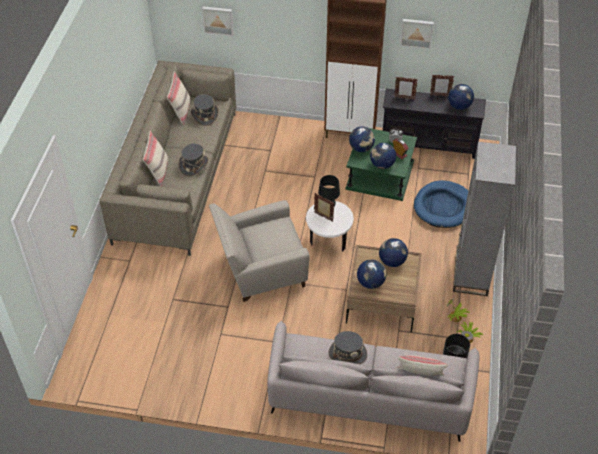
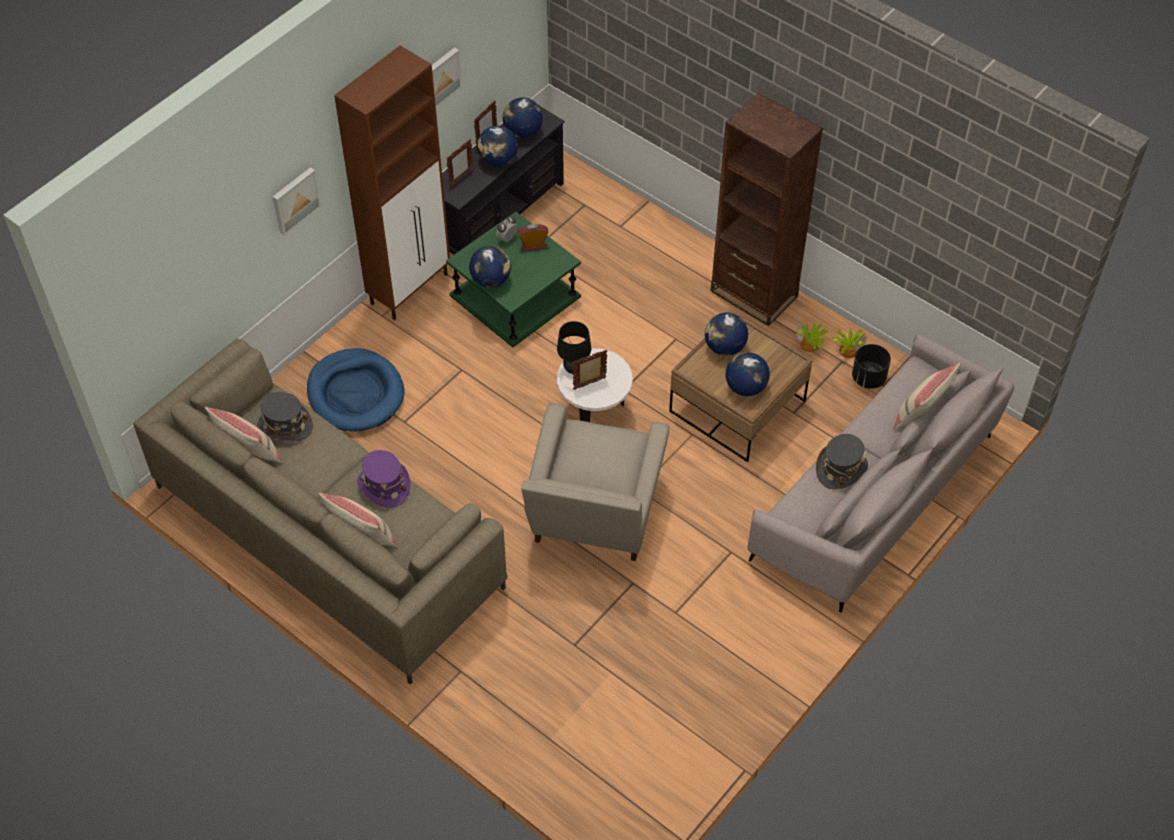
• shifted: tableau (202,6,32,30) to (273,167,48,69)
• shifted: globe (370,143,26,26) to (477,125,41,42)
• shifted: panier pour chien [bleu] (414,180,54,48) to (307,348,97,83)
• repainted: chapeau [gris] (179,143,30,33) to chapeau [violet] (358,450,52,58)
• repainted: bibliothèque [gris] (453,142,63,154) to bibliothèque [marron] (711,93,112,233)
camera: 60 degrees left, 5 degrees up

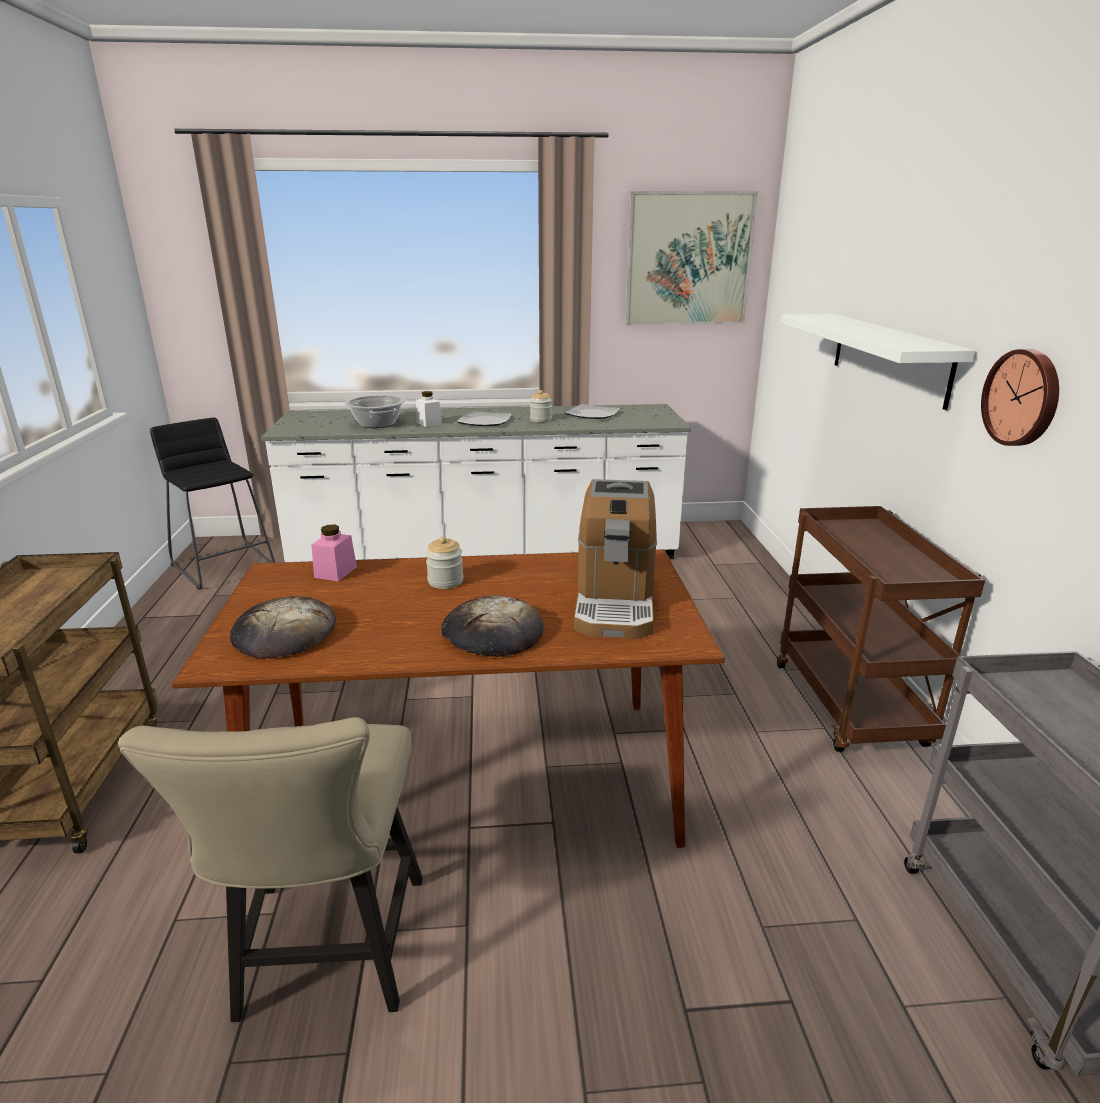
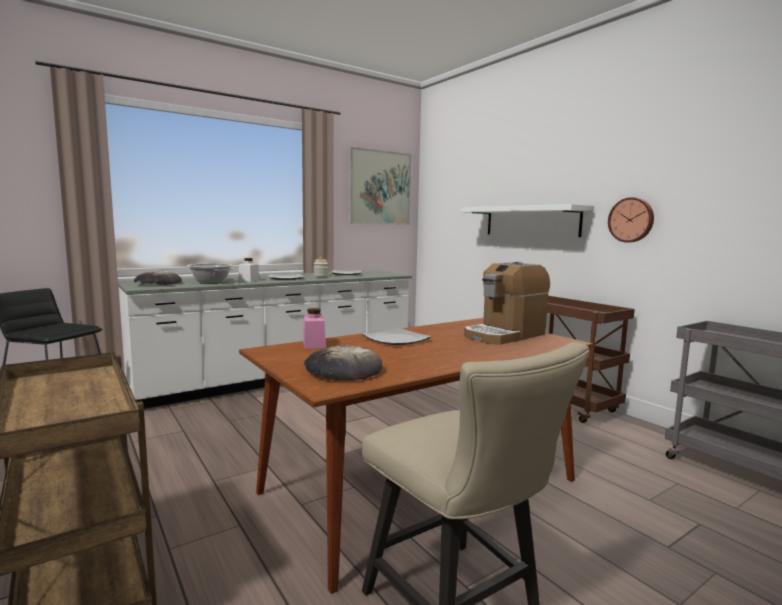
• shifted: pain (441,595,103,62) to (134,270,48,15)
• swapped: bocal (426,537,37,52) to assiette (362,328,69,17)
• rotated: machine à café (574,479,83,160) = (464,262,86,83) 75 degrees clockwise
camera: 30 degrees left, 15 degrees down

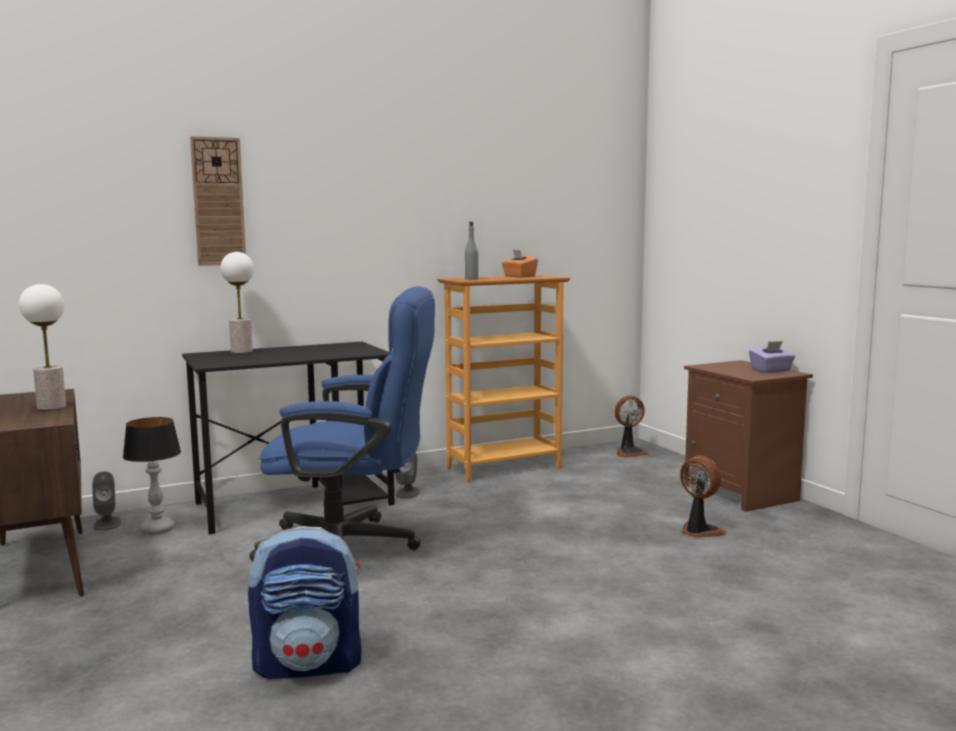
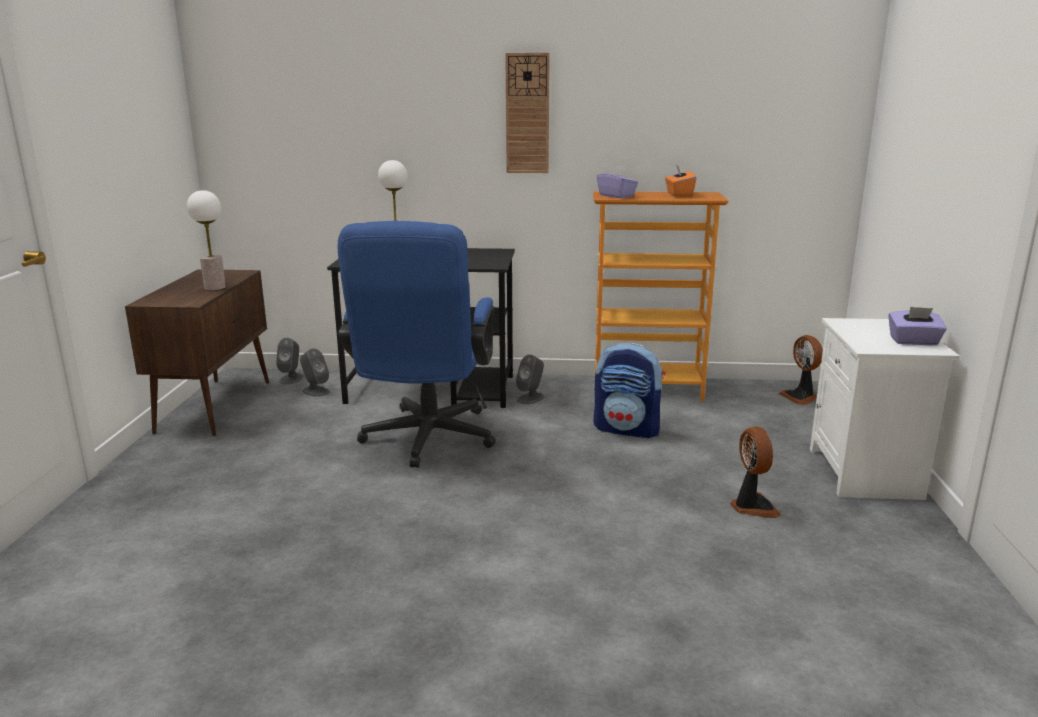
• shifted: horloge murale (190,136,56,130) to (505,53,45,120)
• shifted: sac à dos (248,526,114,153) to (594,343,72,96)
• swapped: lampe de table (123,417,58,118) to enceinte [gris] (300,348,30,49)
• swapped: bouteille [gris] (465,222,13,58) to boîte à mouchoirs [violet] (597,165,41,33)
• repainted: table de chevet [marron] (684,360,129,152) to table de chevet [blanc] (810,318,150,182)
• rotated: chaise de bureau [bleu] (249,286,186,276) = (338,221,158,247) 60 degrees clockwise
• rotated: ventilateur (615,395,34,62) = (779,335,44,70) 60 degrees clockwise
camera: 30 degrees right, 10 degrees up

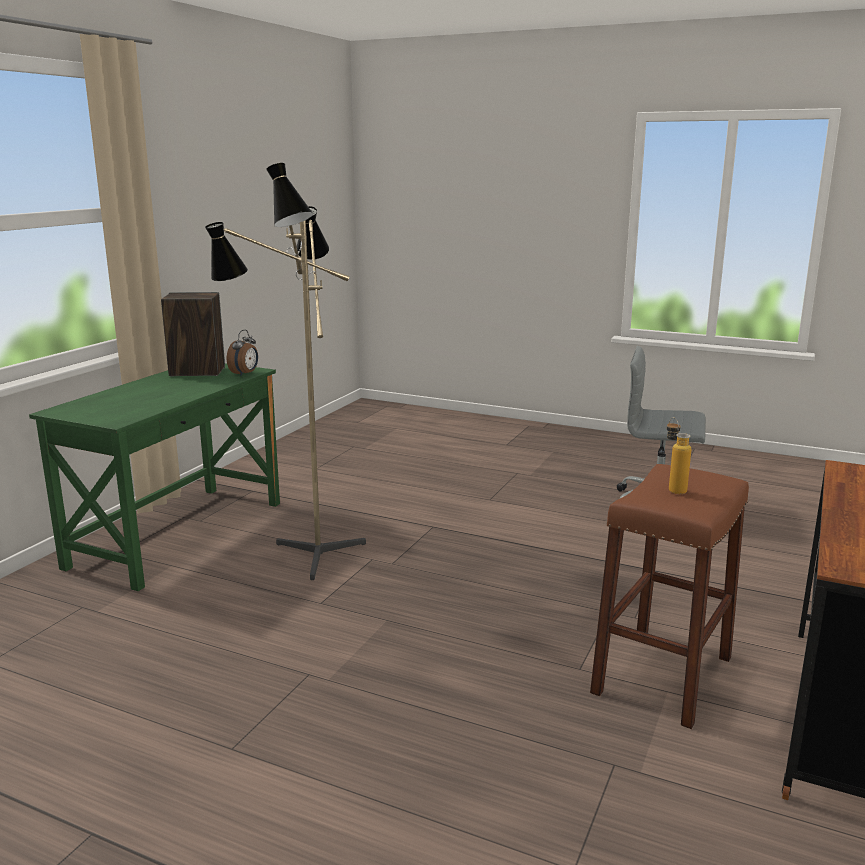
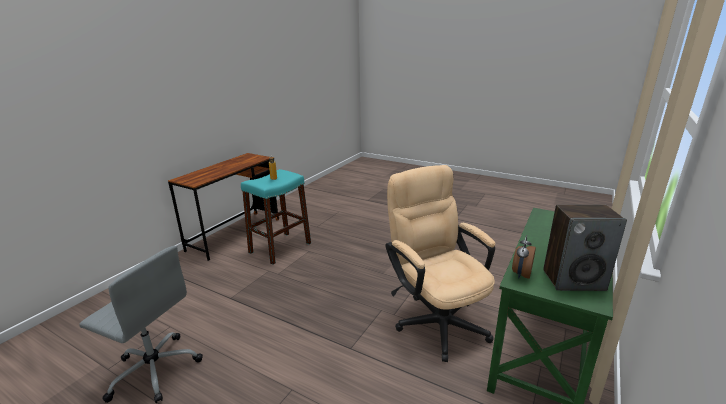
• swapped: lampadaire (205,163,161,417) to chaise de bureau [beige] (385,165,110,197)
• repainted: tabouret [marron] (590,464,159,265) to tabouret [turquoise] (241,169,70,96)
camera: 175 degrees left, 5 degrees up

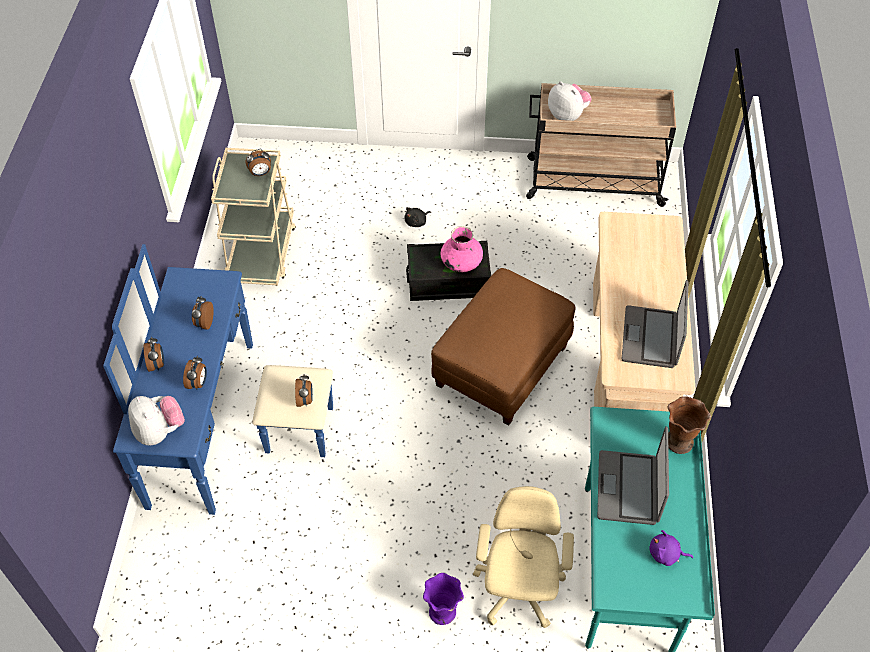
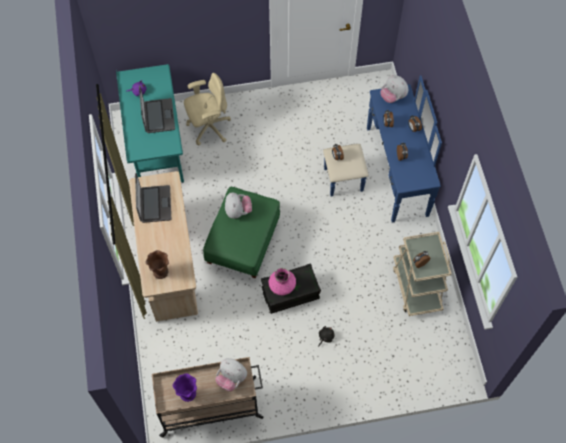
• new: peluche (225,192,27,27)
• shifted: vase [violet] (423,573,41,52) to (172,373,25,29)
• shifted: vase [marron] (668,396,43,58) to (146,250,23,29)
• repainted: pouf [marron] (431,268,144,158) to pouf [vert] (203,187,77,92)
• rotated: chaise de bureau [beige] (473,486,101,142) = (184,73,47,72) 105 degrees counterclockwise
camera: 165 degrees right, 10 degrees up

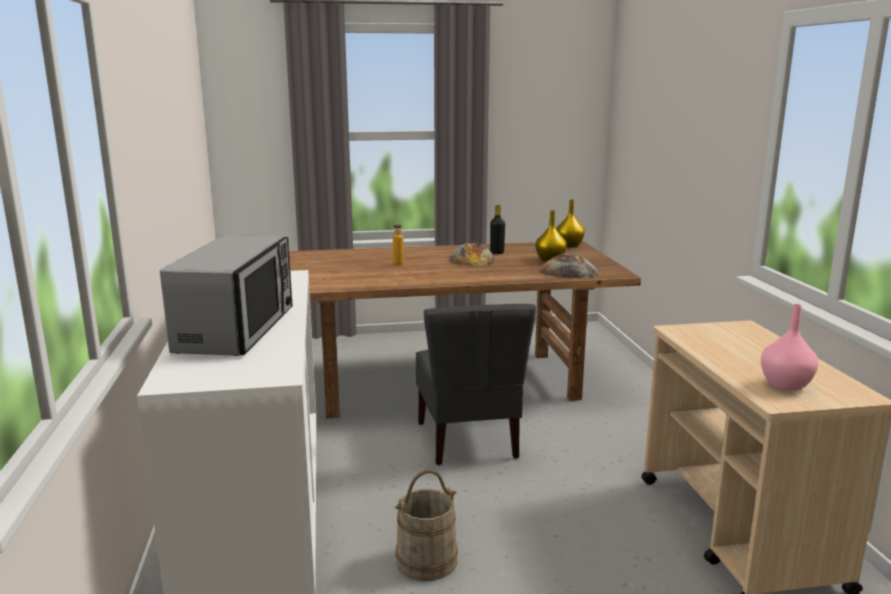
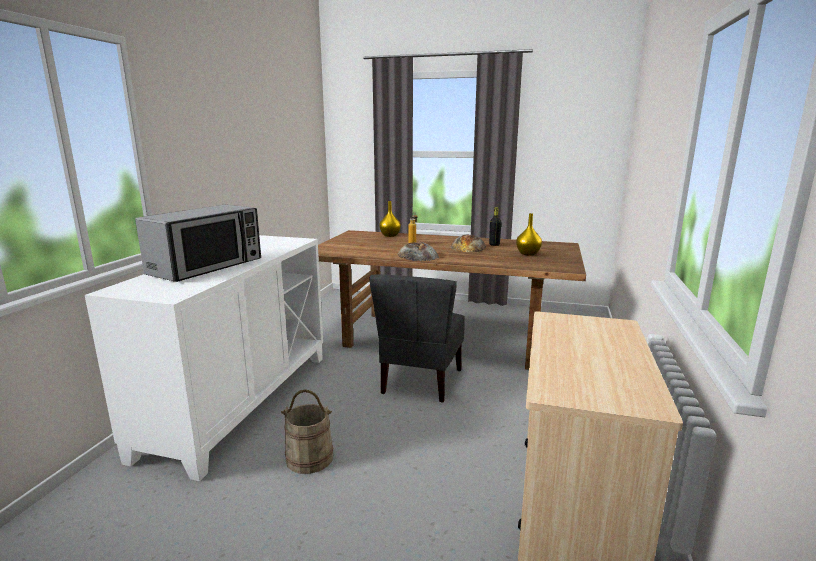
• gone: vase [rose] (761,304,57,87)
• shifted: pain (540,253,59,26) to (397,242,42,19)
• shifted: vase [jaune] (556,200,29,47) to (379,201,22,36)
camera: 25 degrees right, 0 degrees up

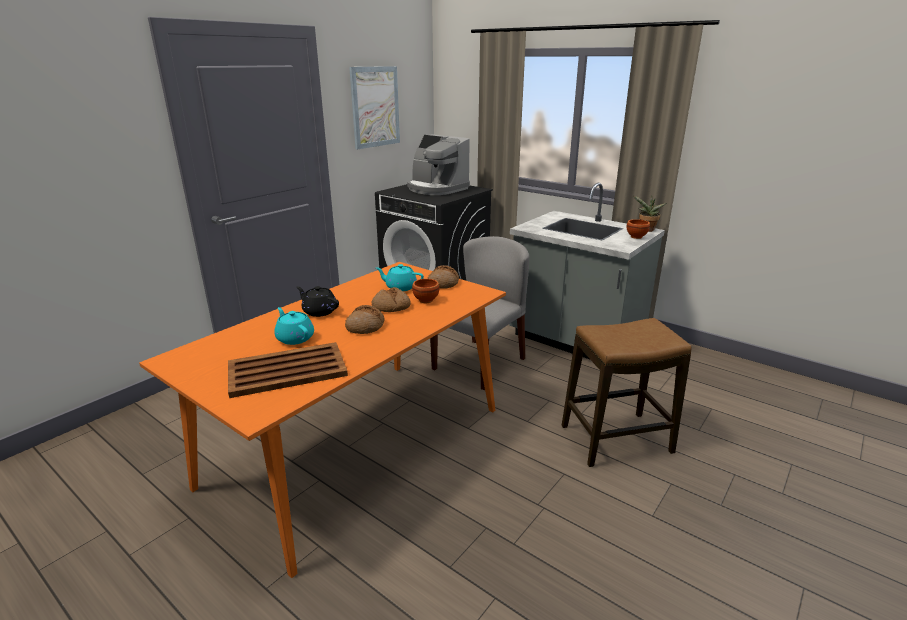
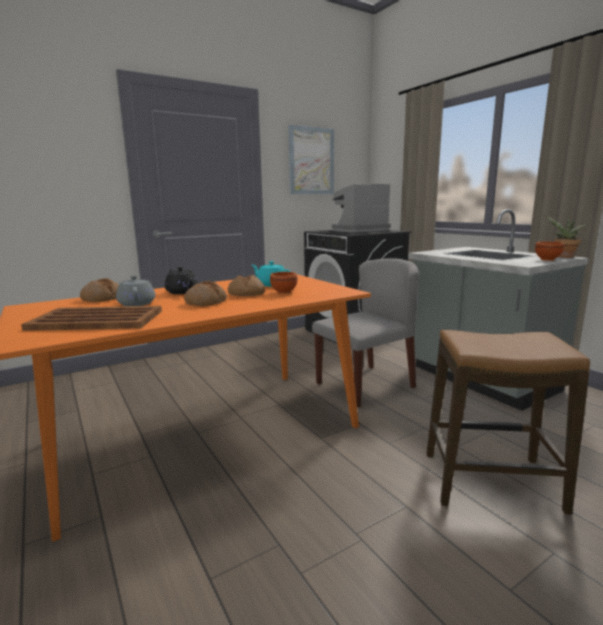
• shifted: pain (428,265,31,24) to (80,278,39,24)
• repainted: théière [turquoise] (274,307,40,38) to théière [gris] (116,276,39,30)
• rotated: machine à café (407,134,63,61) = (332,184,59,49) 90 degrees clockwise
camera: 20 degrees right, 10 degrees down

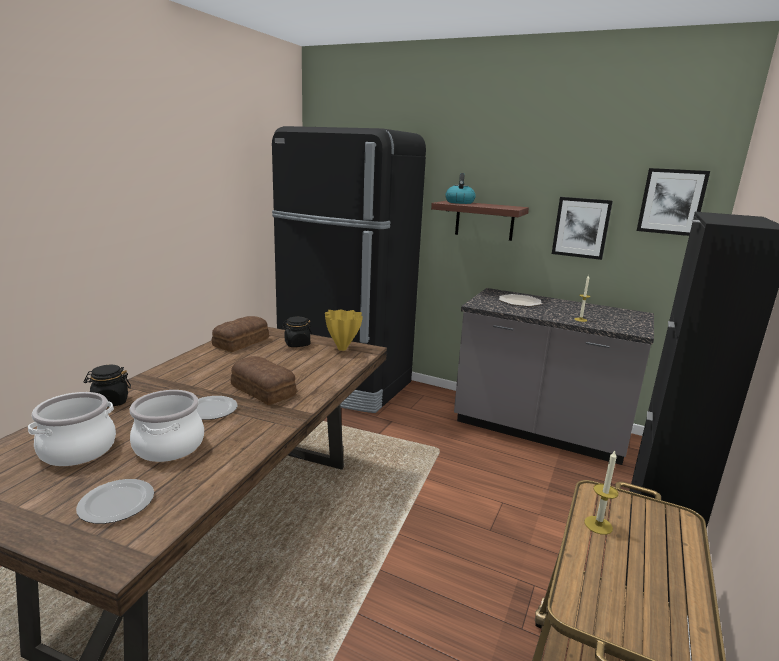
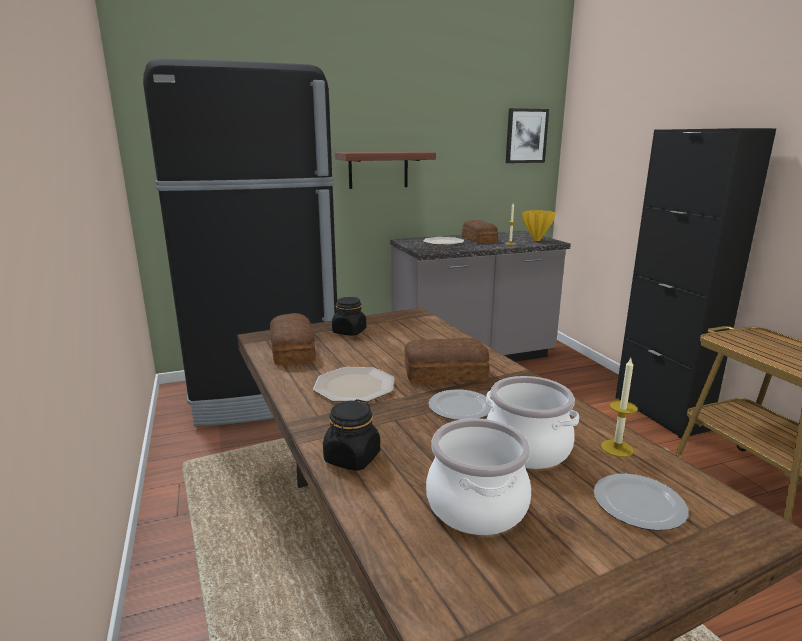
• gone: bouilloire (445,173,31,31)
• gone: tableau (552,197,61,63)
• new: assiette (313,367,82,35)
• new: pain (462,220,36,23)
• shifted: vase [jaune] (325,309,38,42) to (522,210,34,31)
• shifted: bougie (584,450,34,85) to (601,358,37,99)
camera: 45 degrees left, 0 degrees up

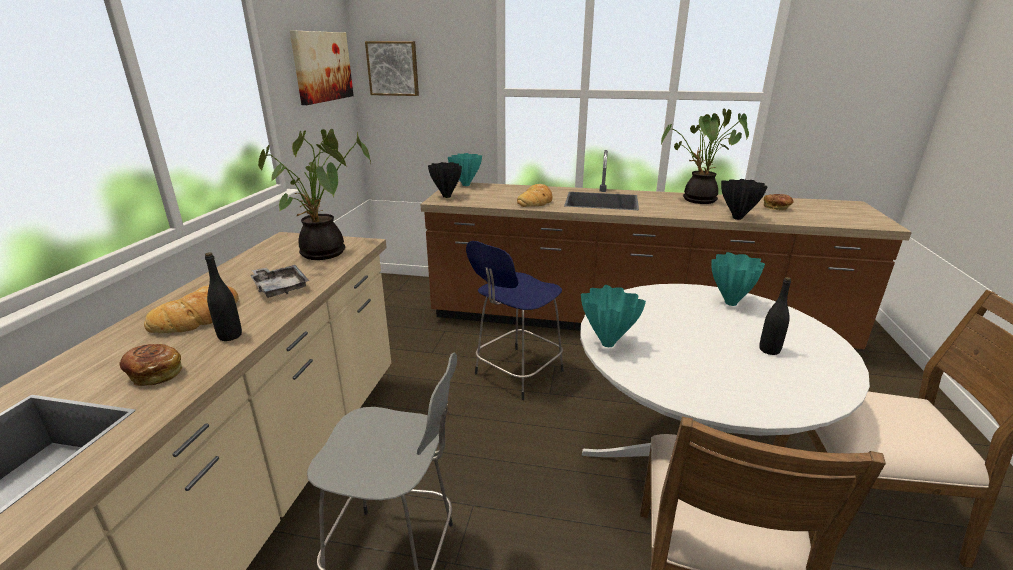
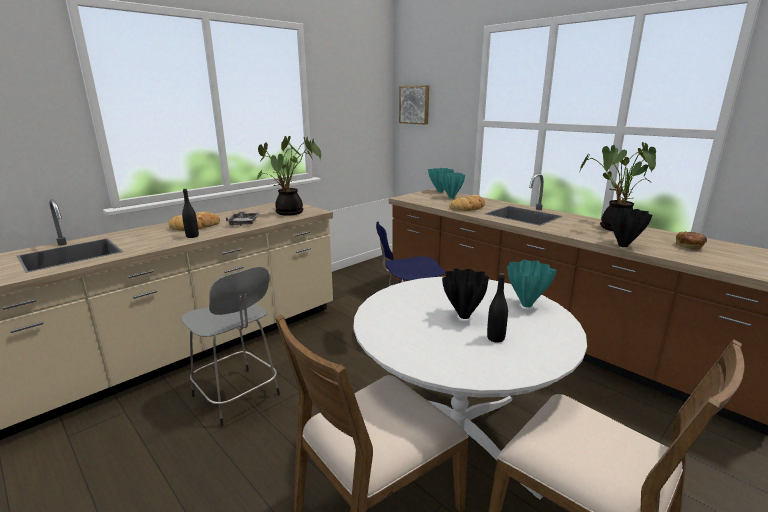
• gone: pain (119,344,63,42)
• gone: tableau (290,31,64,74)
• shifted: vase [noir] (428,162,34,36) to (442,268,47,51)
• shifted: vase [turquoise] (581,285,65,62) to (440,172,25,27)
camera: 35 degrees right, 5 degrees down

